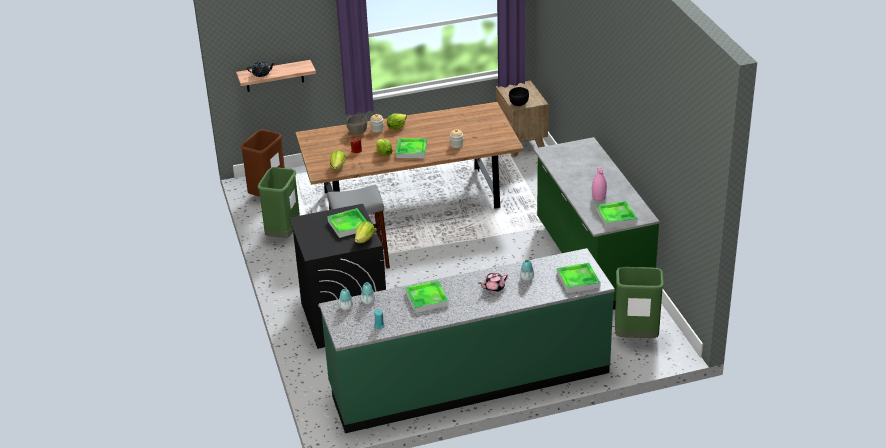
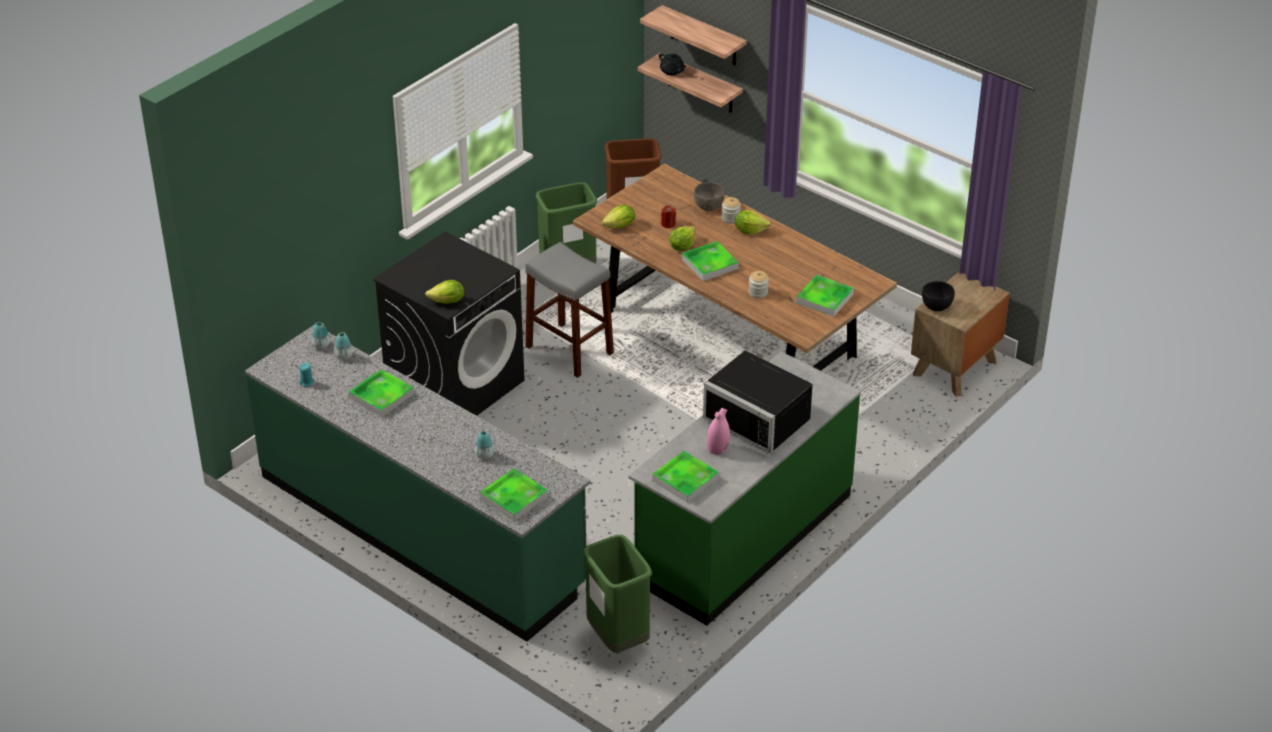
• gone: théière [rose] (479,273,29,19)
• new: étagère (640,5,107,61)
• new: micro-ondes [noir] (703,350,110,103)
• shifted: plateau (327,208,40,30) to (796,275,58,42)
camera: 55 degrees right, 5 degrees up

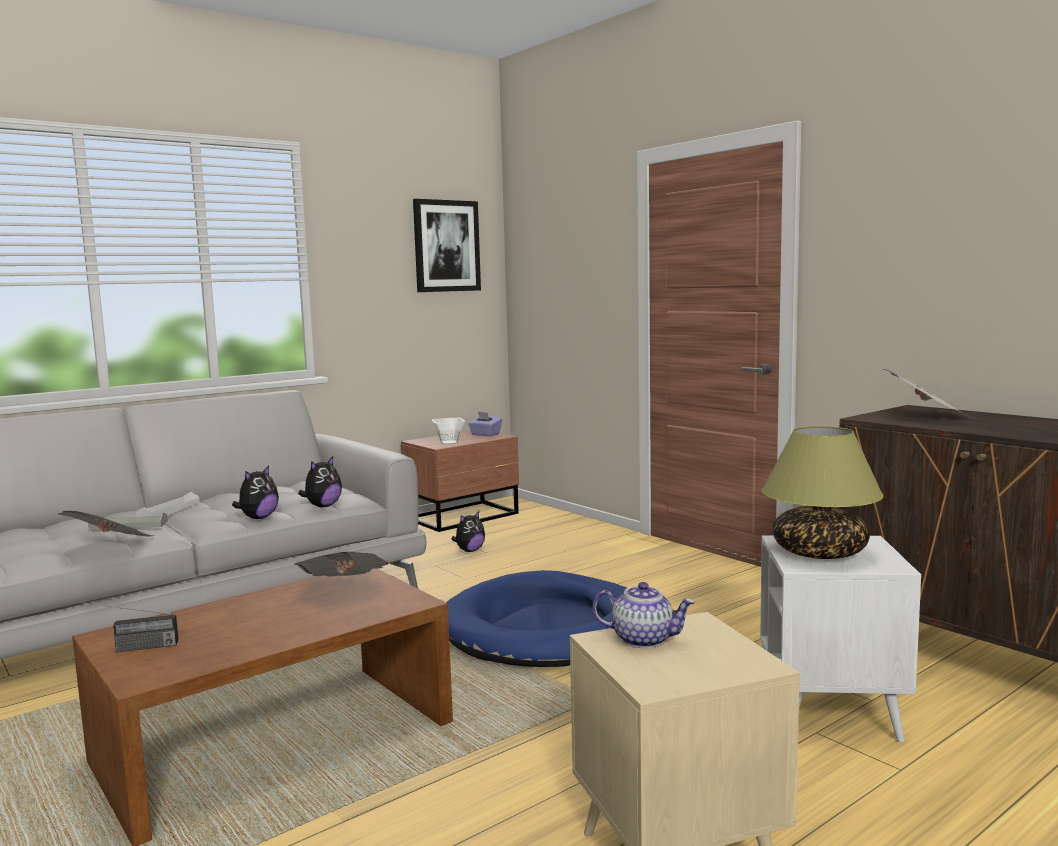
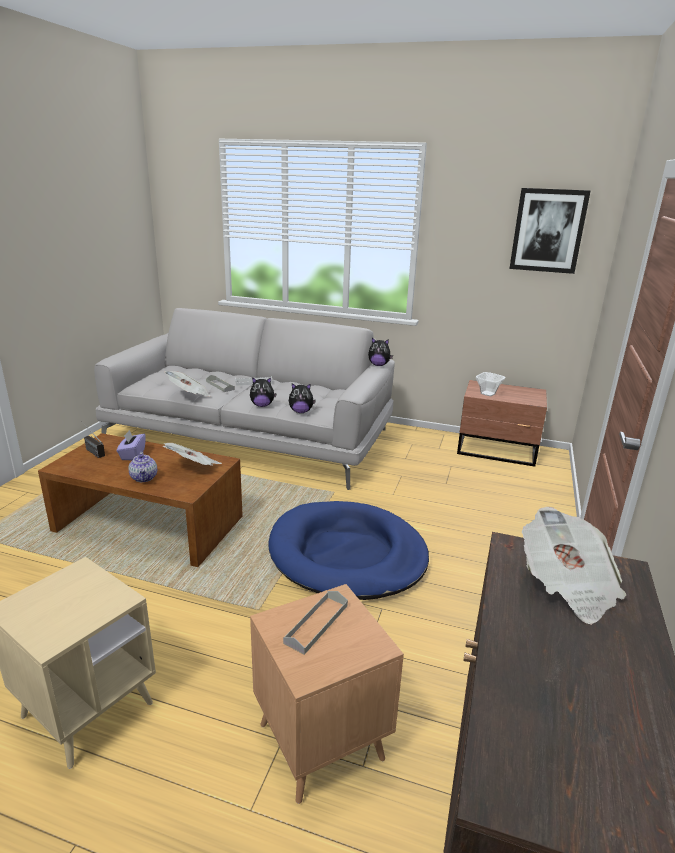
• shifted: peluche (451,511,34,41) to (368,338,25,28)
• shifted: boîte à mouchoirs [violet] (468,412,34,24) to (117,430,29,30)
• shifted: théière (592,582,103,66) to (128,451,29,31)
• swapped: lampe de table (762,426,121,133) to plateau [gris] (283,591,65,64)
• repainted: table d'appoint [blanc] (760,536,161,207) to table d'appoint [marron] (250,584,154,220)
camera: 55 degrees right, 15 degrees up

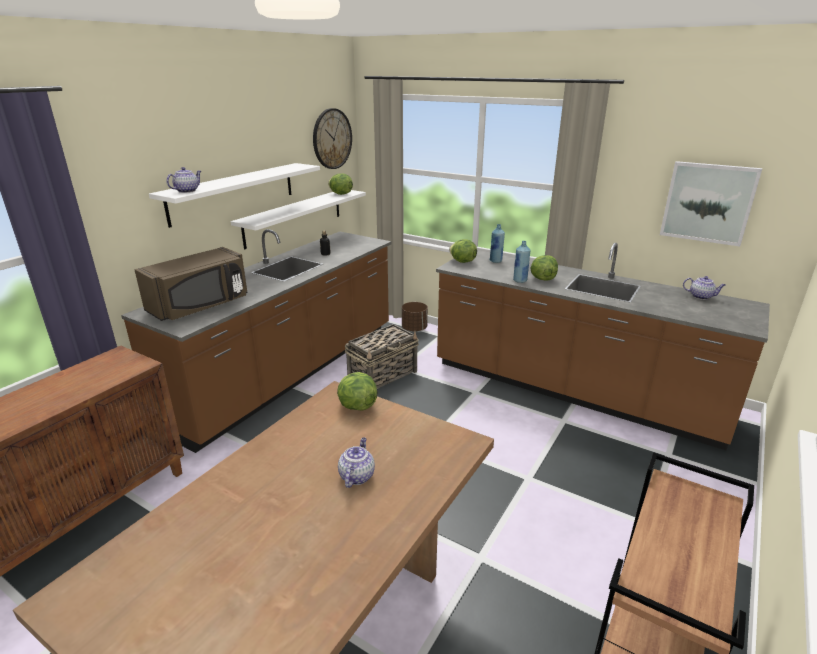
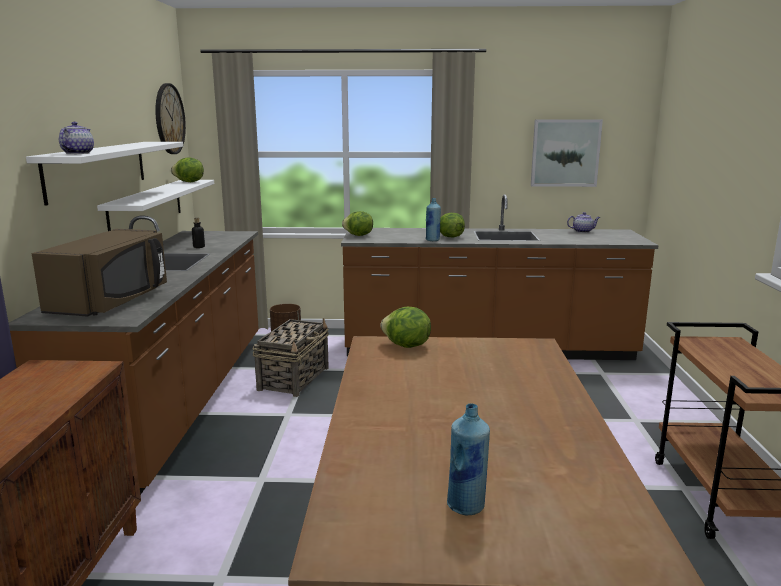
• gone: théière (338,437,37,51)
• shifted: bouteille [bleu] (489,224,16,39) to (447,403,43,113)
camera: 30 degrees left, 10 degrees down

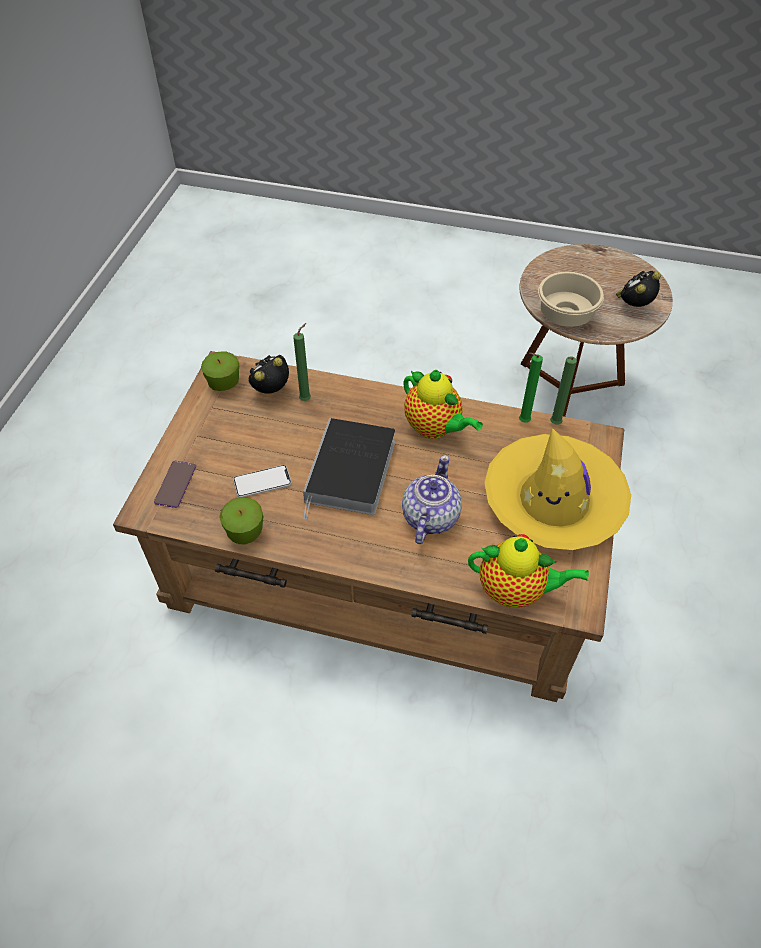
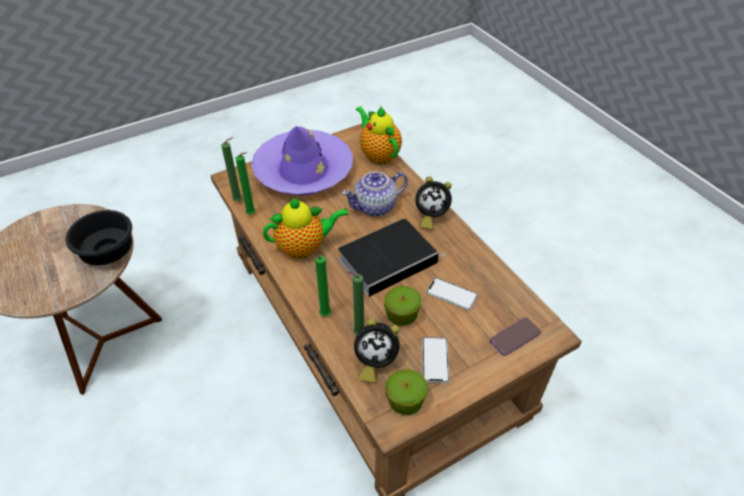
• new: bougie [vert] (309,255,22,61)
• new: téléphone (422,337,28,46)
• shifted: pomme (219,497,44,48) to (384,286,37,40)
• shifted: réveil (616,271,45,36) to (415,176,37,54)
• repainted: chapeau [jaune] (484,428,147,122) to chapeau [violet] (251,126,102,69)
• repainted: bol [beige] (538,272,66,55) to bol [noir] (66,210,66,55)
• rotated: théière (403,370,80,69) = (263,198,86,61) 75 degrees clockwise
camera: 135 degrees left, 5 degrees down

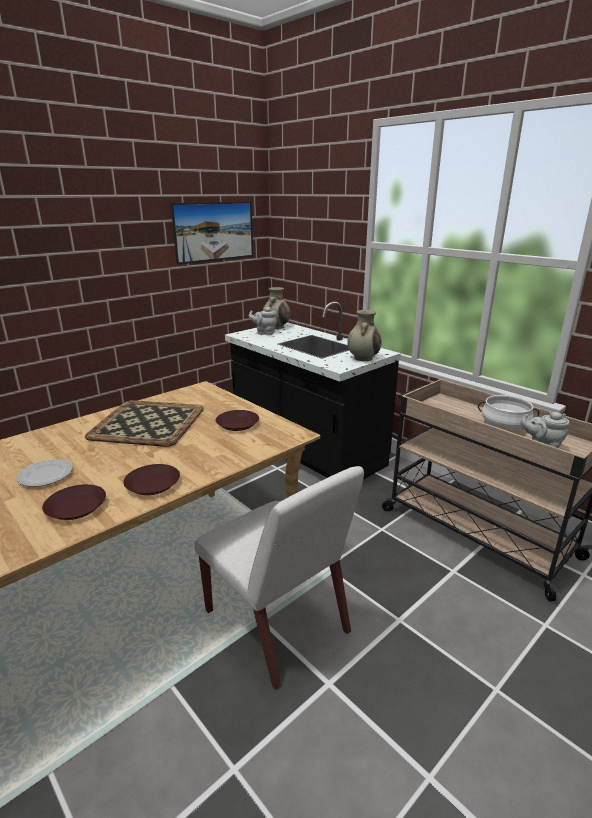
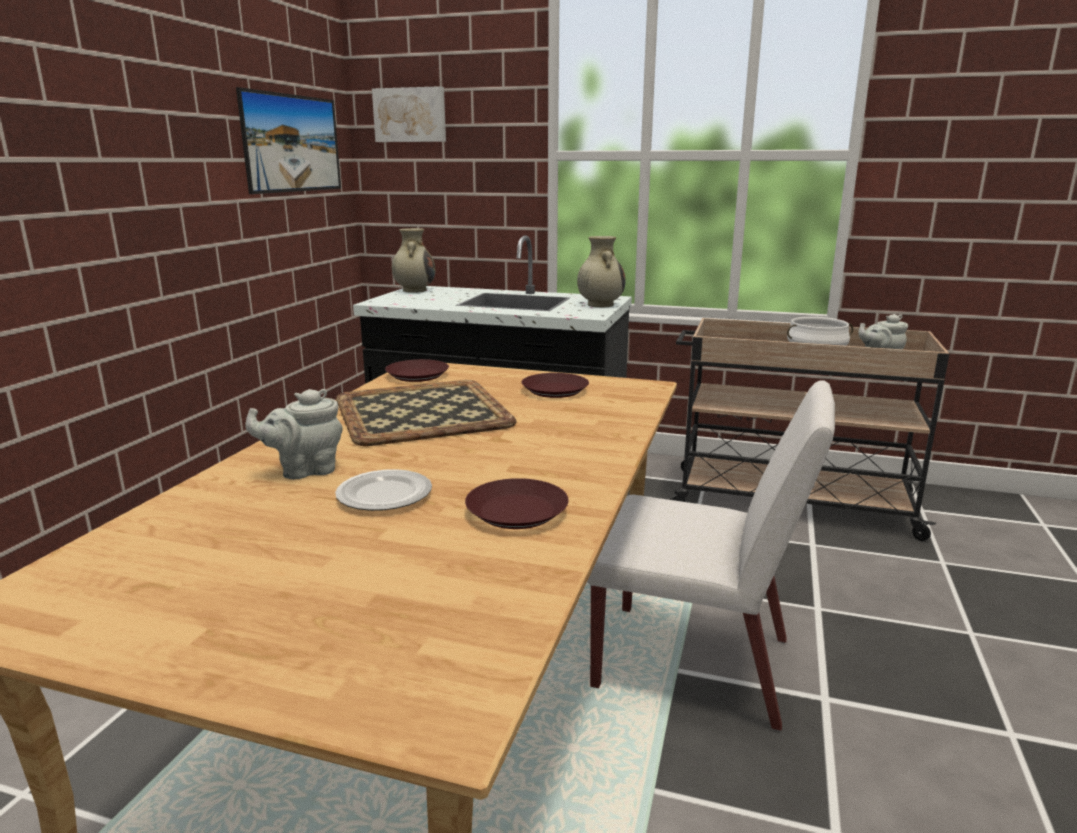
• new: tableau (372,86,74,56)
• shifted: assiette [marron] (123,464,57,31) to (385,359,64,23)
• shifted: théière [gris] (249,307,28,28) to (245,389,98,90)
camera: 30 degrees left, 5 degrees down

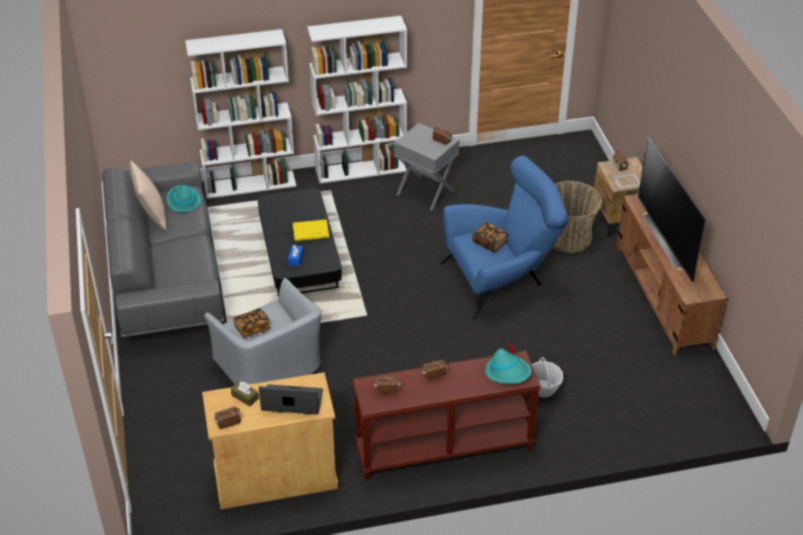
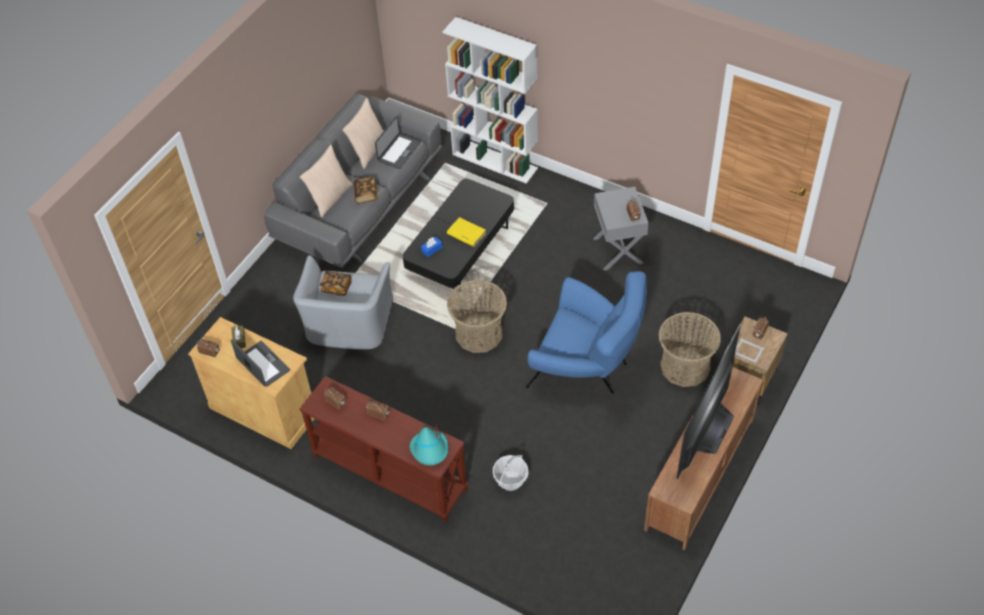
• gone: bibliothèque [blanc] (307,16,100,168)
• new: coussin [beige] (300,145,52,73)
• new: panier (447,280,60,73)
• shifted: livre (472,222,36,31) to (353,176,25,28)
• swapped: chapeau [turquoise] (167,185,35,27) to ordinateur portable (375,116,46,53)
camera: 45 degrees right, 10 degrees up

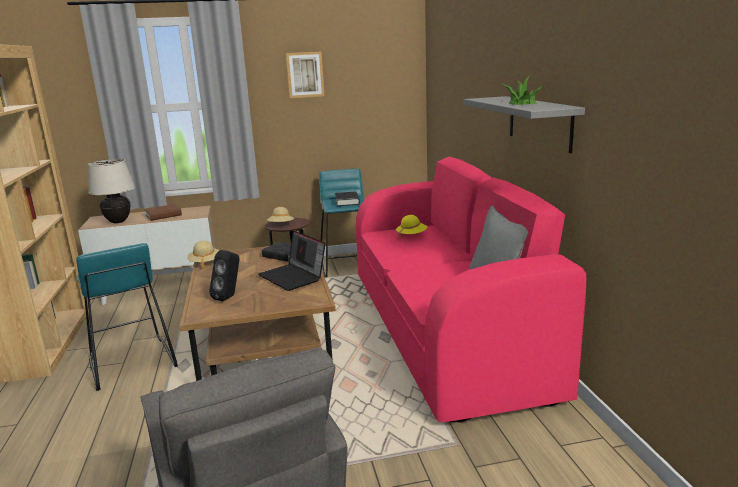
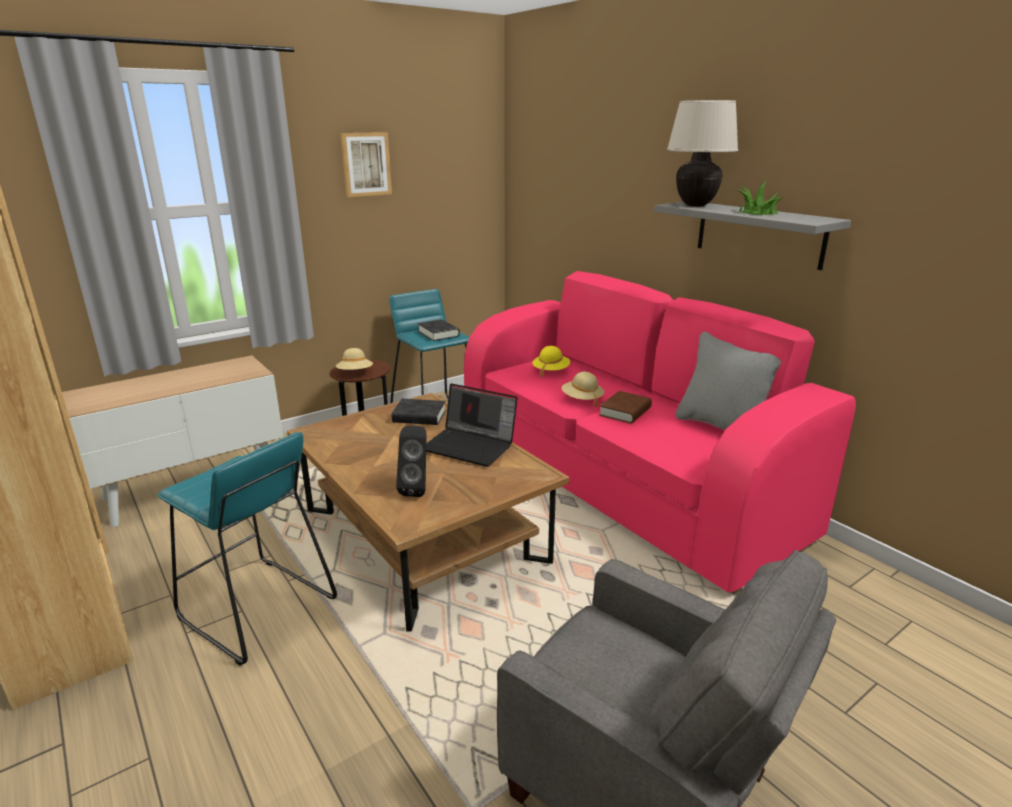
• shifted: lampe de table [beige] (88,159,47,64) to (667,99,72,108)
• shifted: livre [marron] (145,204,37,17) to (599,391,53,33)
• shifted: chapeau [beige] (187,241,33,28) to (562,372,42,35)
camera: 25 degrees left, 5 degrees up

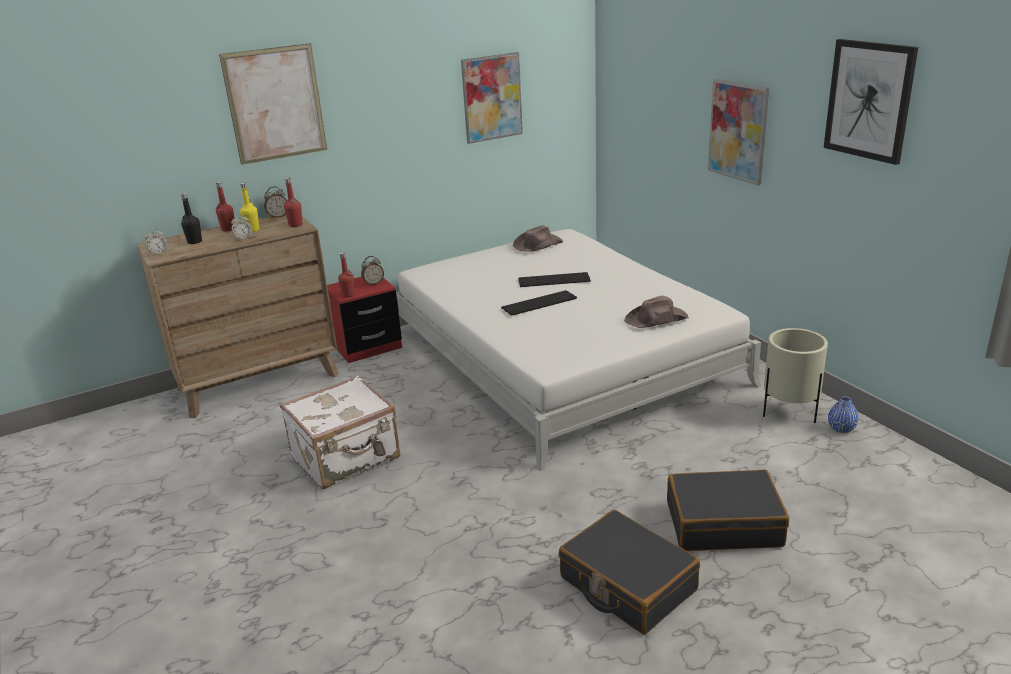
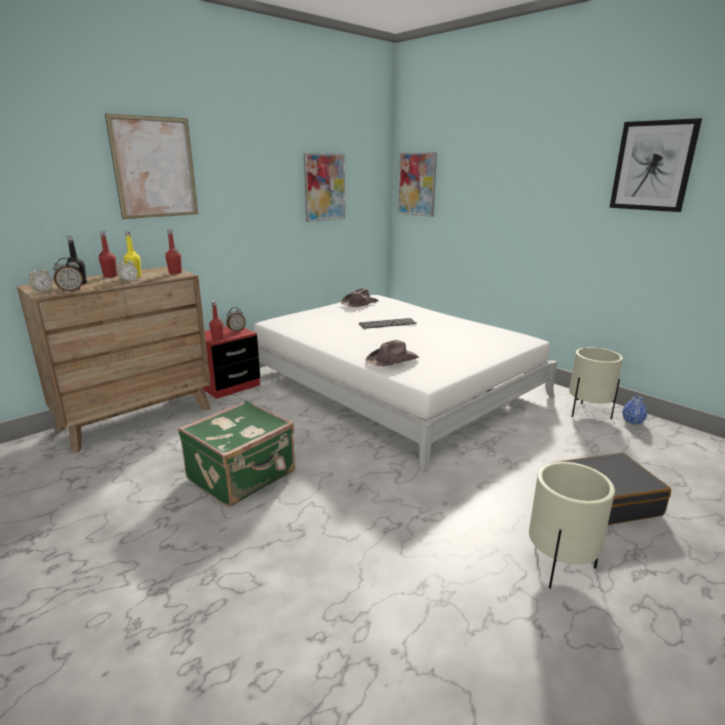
• gone: clavier (501,290,76,26)
• shifted: réveil (264,186,23,33) to (53,258,30,34)
• shifted: chapeau [marron] (624,296,65,32) to (365,340,54,26)
• shifted: tableau (708,79,61,106) to (398,152,39,65)
• swapped: valise [noir] (558,510,142,124) to cache-pot [beige] (529,462,86,127)
• repainted: valise [blanc] (279,376,121,113) to valise [vert] (178,400,117,107)
camera: 15 degrees left, 5 degrees down

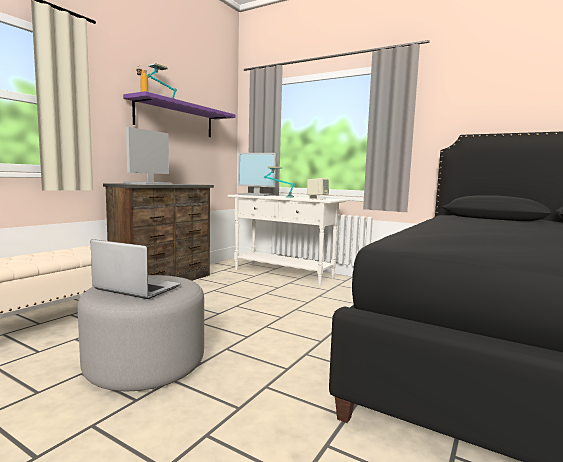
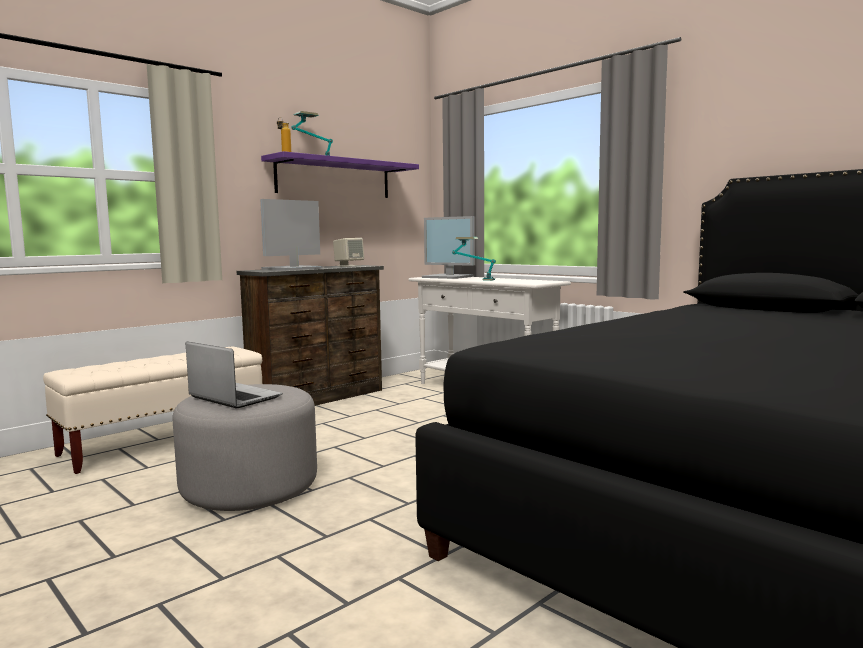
• shifted: enceinte [beige] (307,178,22,22) to (333,238,31,29)
camera: 15 degrees right, 0 degrees up

